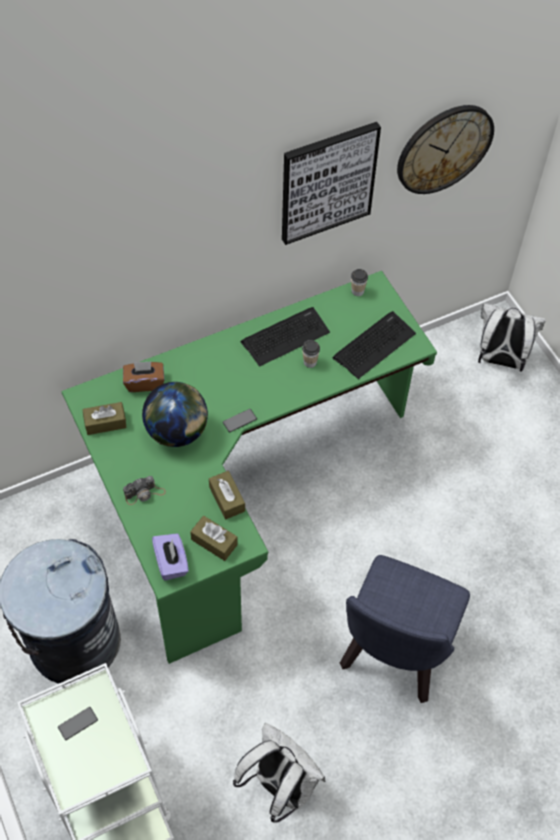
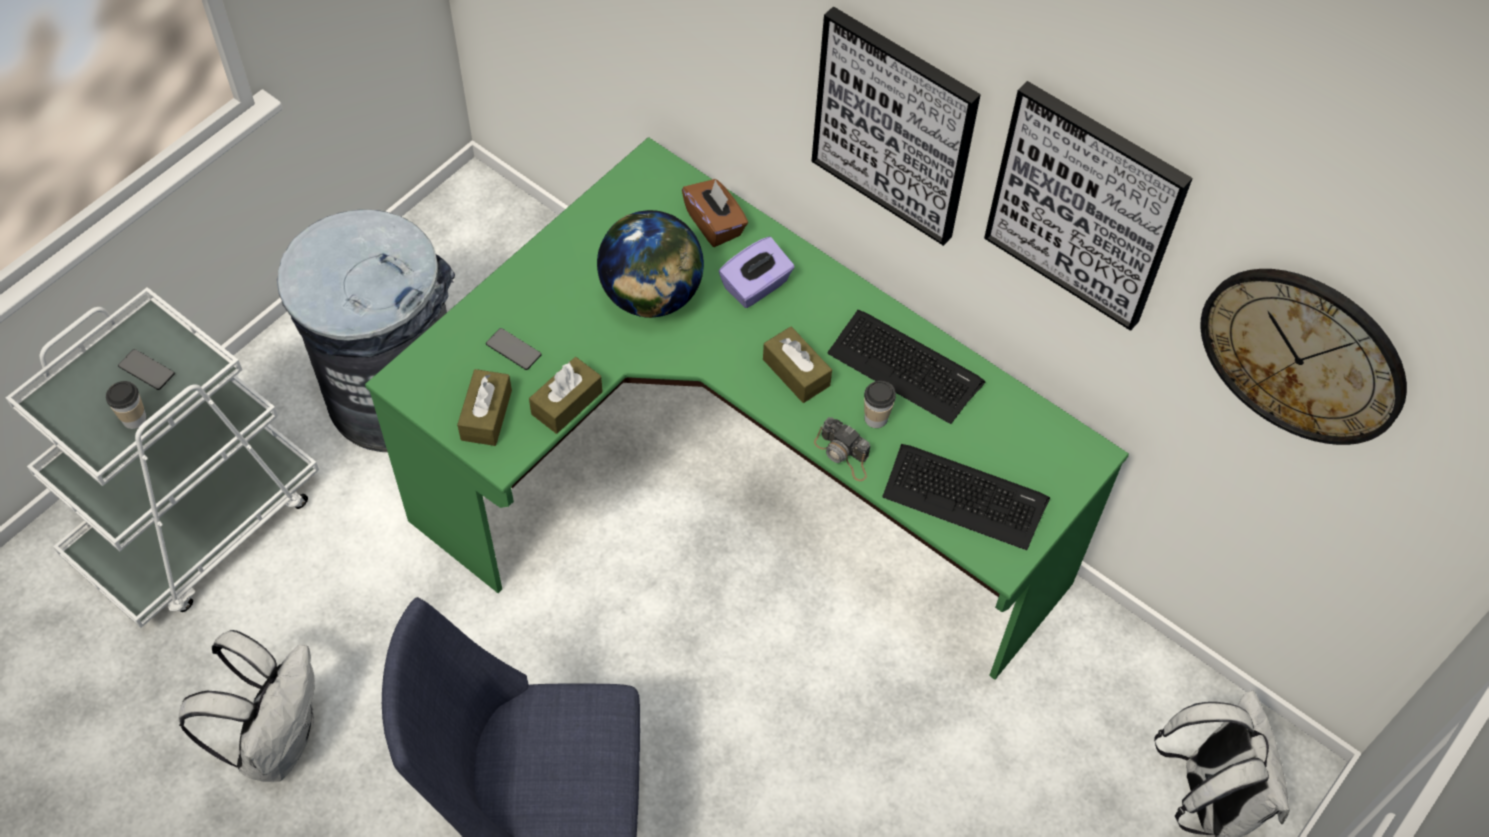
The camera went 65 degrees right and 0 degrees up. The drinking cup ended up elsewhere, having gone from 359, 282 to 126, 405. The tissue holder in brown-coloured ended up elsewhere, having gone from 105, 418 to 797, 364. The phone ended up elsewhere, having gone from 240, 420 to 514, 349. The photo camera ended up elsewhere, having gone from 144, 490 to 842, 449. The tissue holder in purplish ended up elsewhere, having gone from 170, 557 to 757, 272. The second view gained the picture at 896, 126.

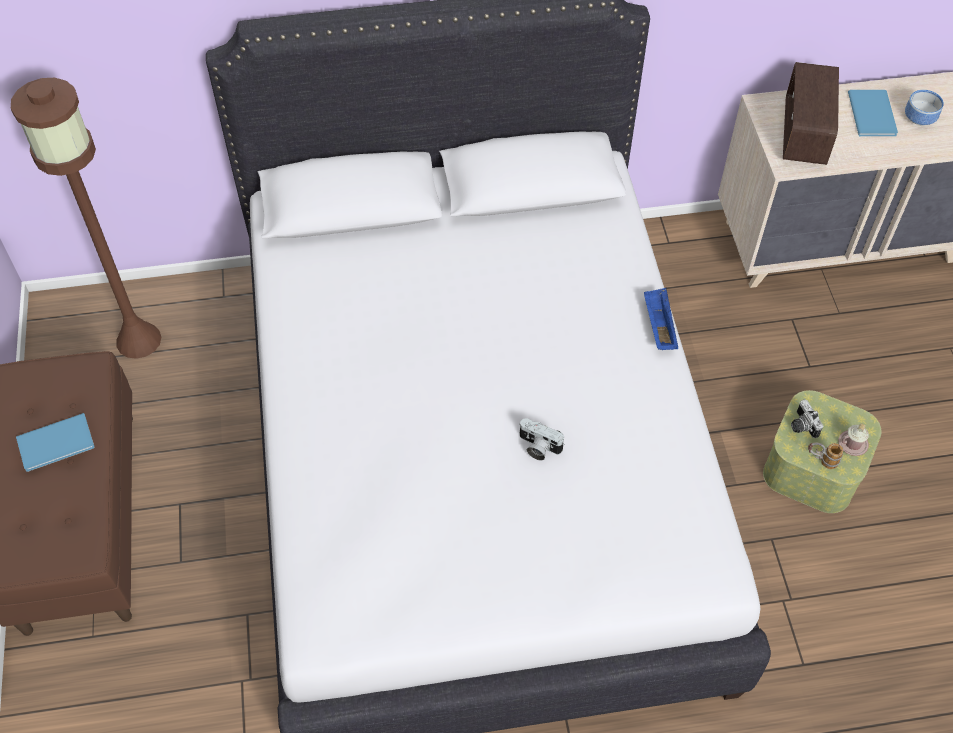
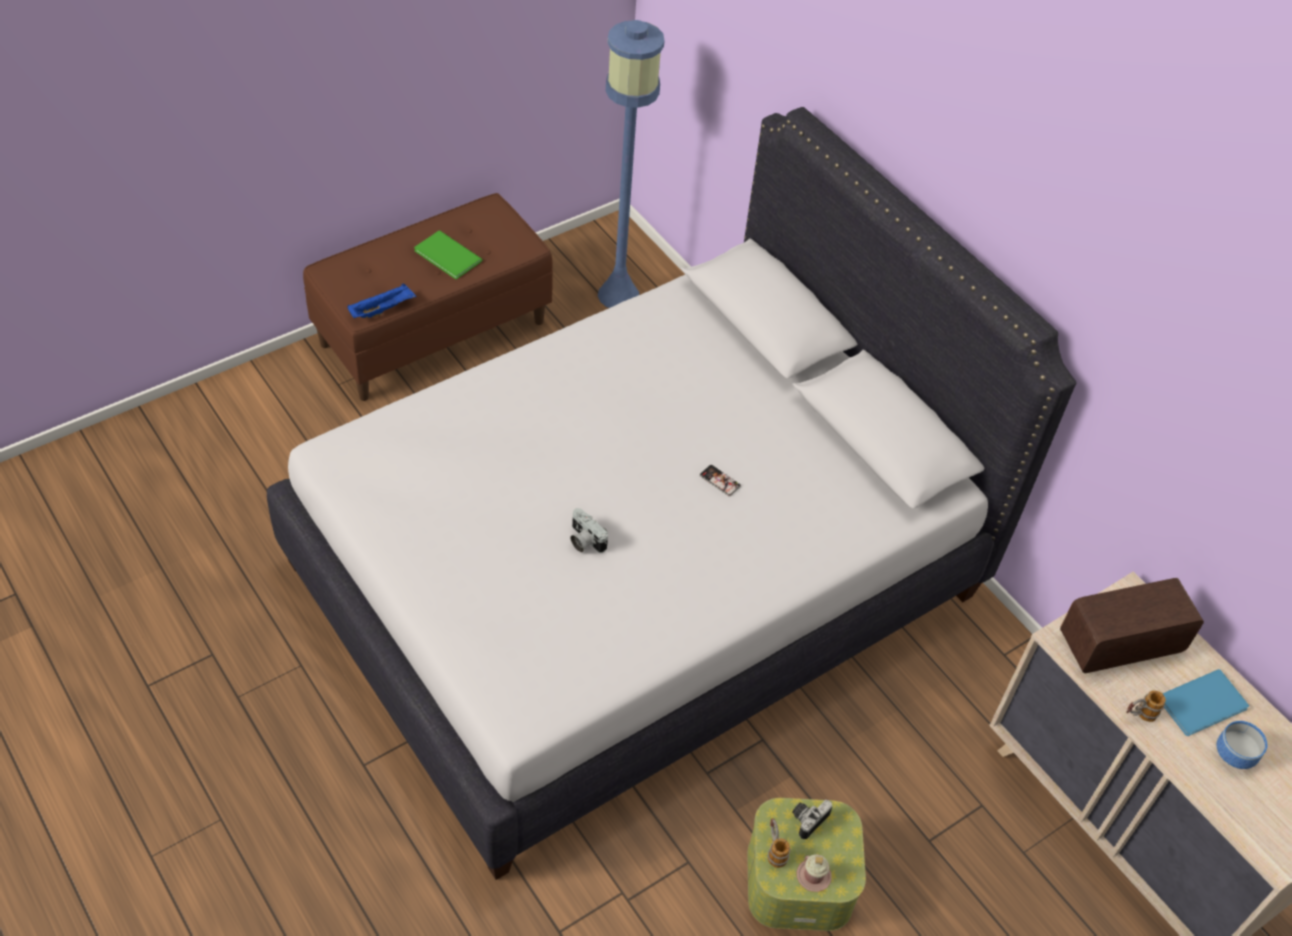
The camera went 60 degrees right and 5 degrees down. What was the floor lamp in brown-coloured at 86, 218 turned into the floor lamp in blue at 631, 164. The carrying tray in blue ended up elsewhere, having gone from 661, 319 to 381, 300. What was the volume in blue at 55, 442 turned into the volume in green-coloured at 448, 254. The photo camera at 542, 439 ended up facing another way, 45 degrees counterclockwise from before. The second view gained the phone at 720, 480. The second view gained the coffee mug at 1146, 706.

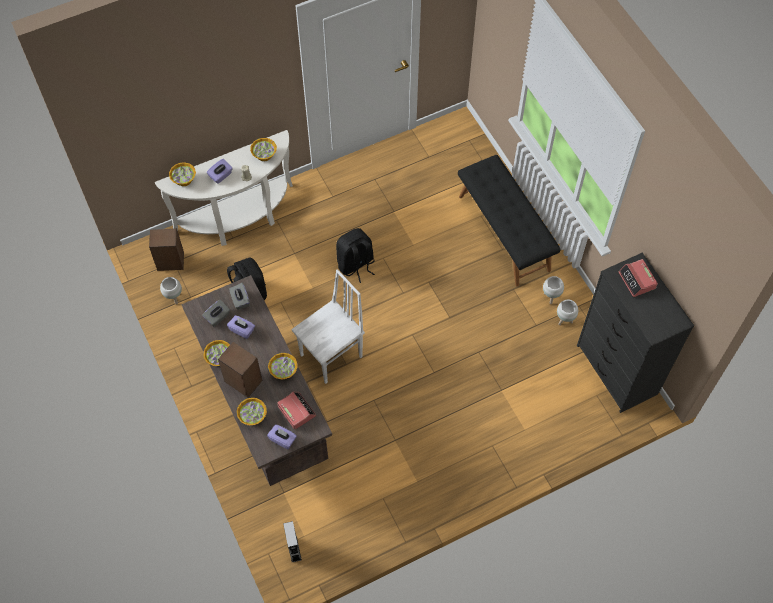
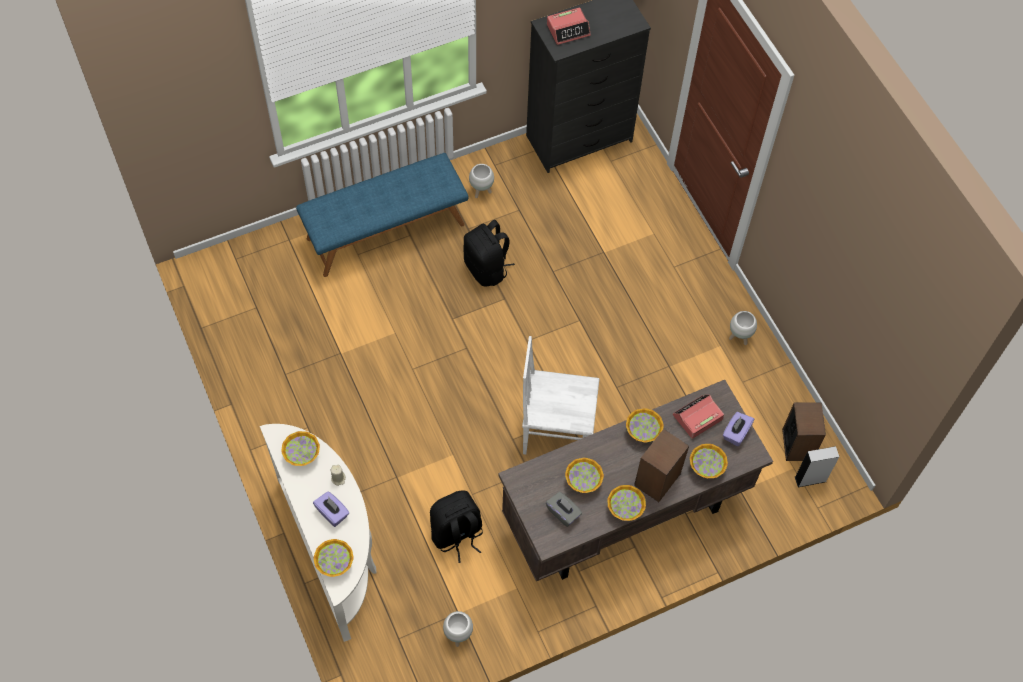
The camera went 90 degrees left and 0 degrees up. What was the indoor bench in black at 509, 220 turned into the indoor bench in blue at 382, 215. The backpack in black ended up elsewhere, having gone from 355, 255 to 489, 253. The speaker ended up elsewhere, having gone from 166, 250 to 804, 431. The upright chair in white at 328, 326 ended up facing another way, 45 degrees counterclockwise from before. The second view lost the tissue holder in grey at 240, 296. The plant pot in white ended up elsewhere, having gone from 567, 312 to 743, 328. Where the tissue holder in purplish stood at 241, 327, the serving bowl came to stand at 584, 475.

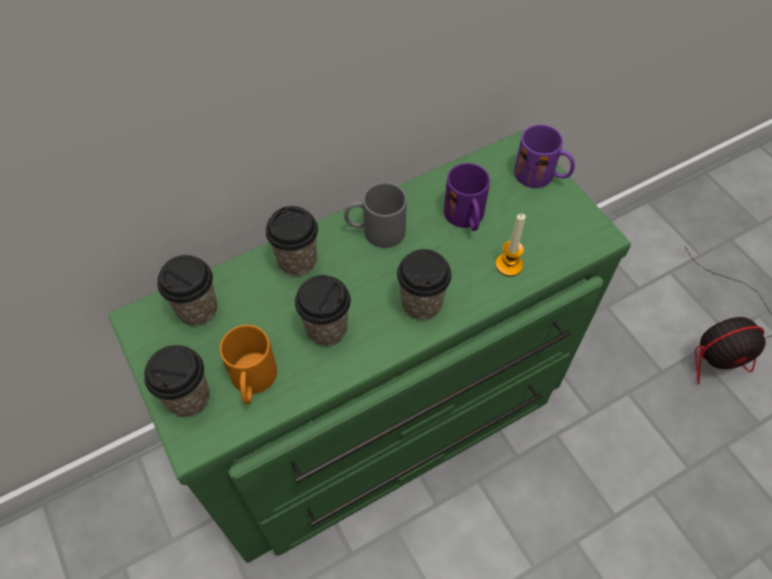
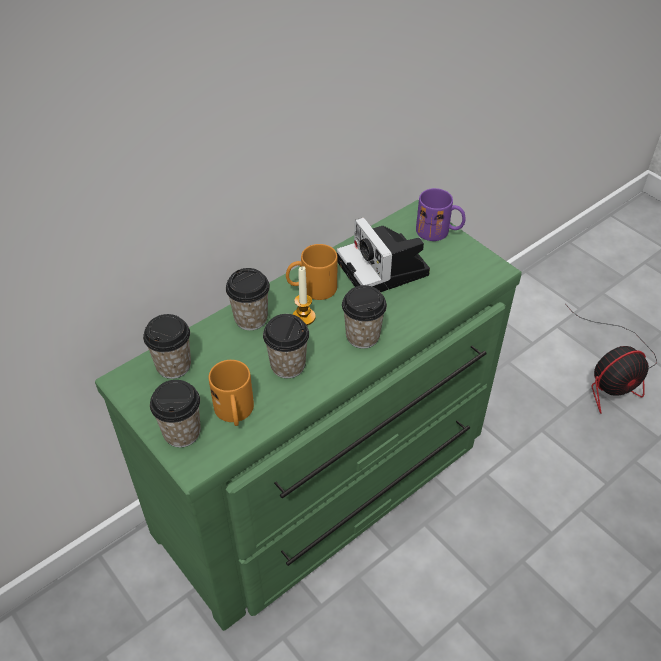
The camera went 10 degrees left and 10 degrees down. Where the coffee mug in purplish stood at 467, 197, the photo camera came to stand at 383, 254. What was the coffee mug in grey at 375, 215 turned into the coffee mug in orange-coloured at 311, 272. The wax candle ended up elsewhere, having gone from 510, 245 to 304, 295.

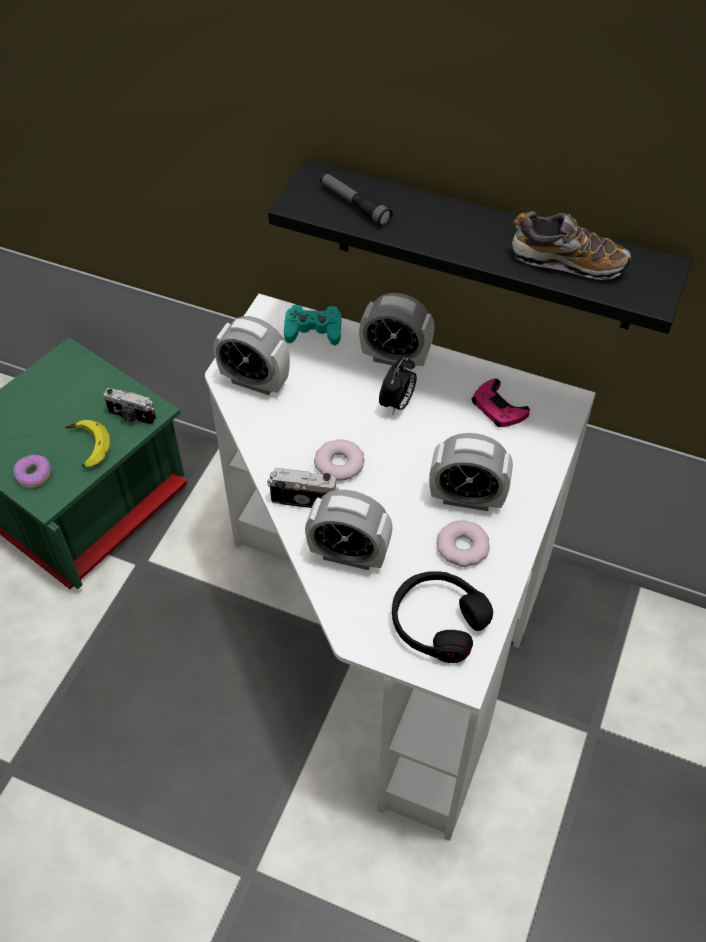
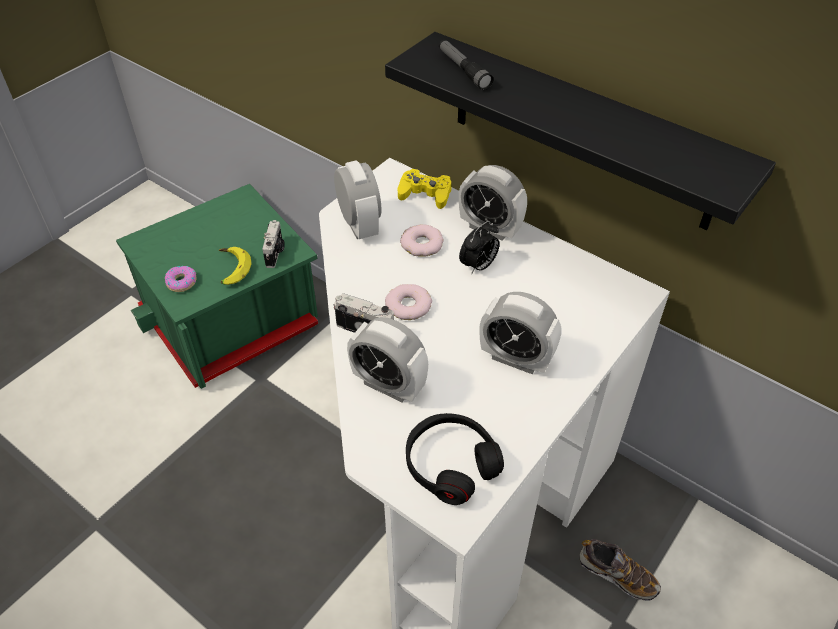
The camera went 15 degrees right and 5 degrees down. The low shoe ended up elsewhere, having gone from 571, 245 to 620, 570. What was the game controller in turquoise at 313, 325 turned into the game controller in yellowish at 424, 188. The bedside clock at 252, 355 ended up facing another way, 150 degrees counterclockwise from before. The second view lost the game controller in pink-coloured at 501, 402. The photo camera at 130, 407 ended up facing another way, 120 degrees counterclockwise from before. The ring doughnut ended up elsewhere, having gone from 463, 543 to 422, 240.

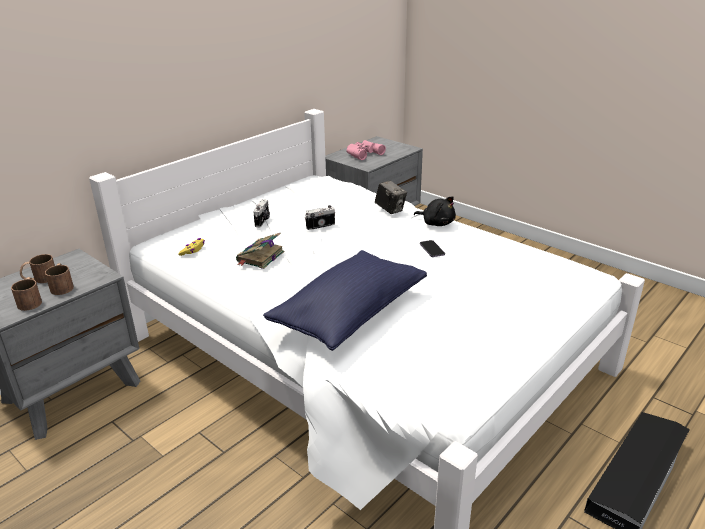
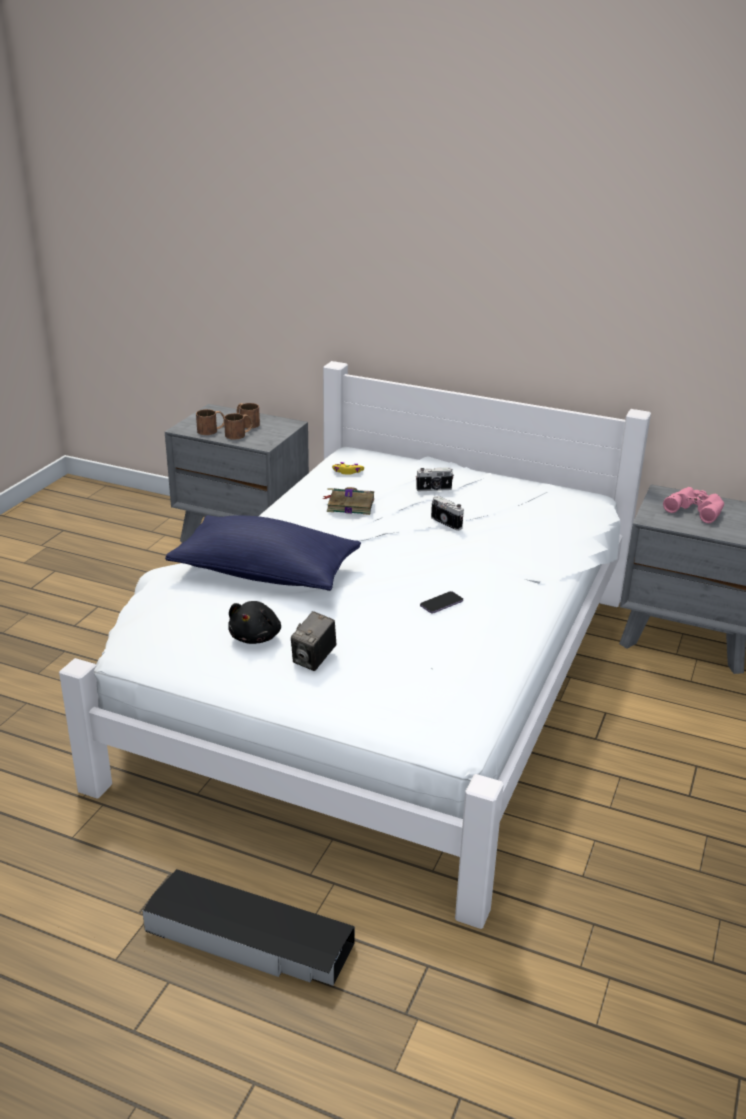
The camera went 70 degrees right and 0 degrees up. The photo camera ended up elsewhere, having gone from 391, 197 to 313, 641. The cuddly toy in black ended up elsewhere, having gone from 435, 211 to 254, 622.

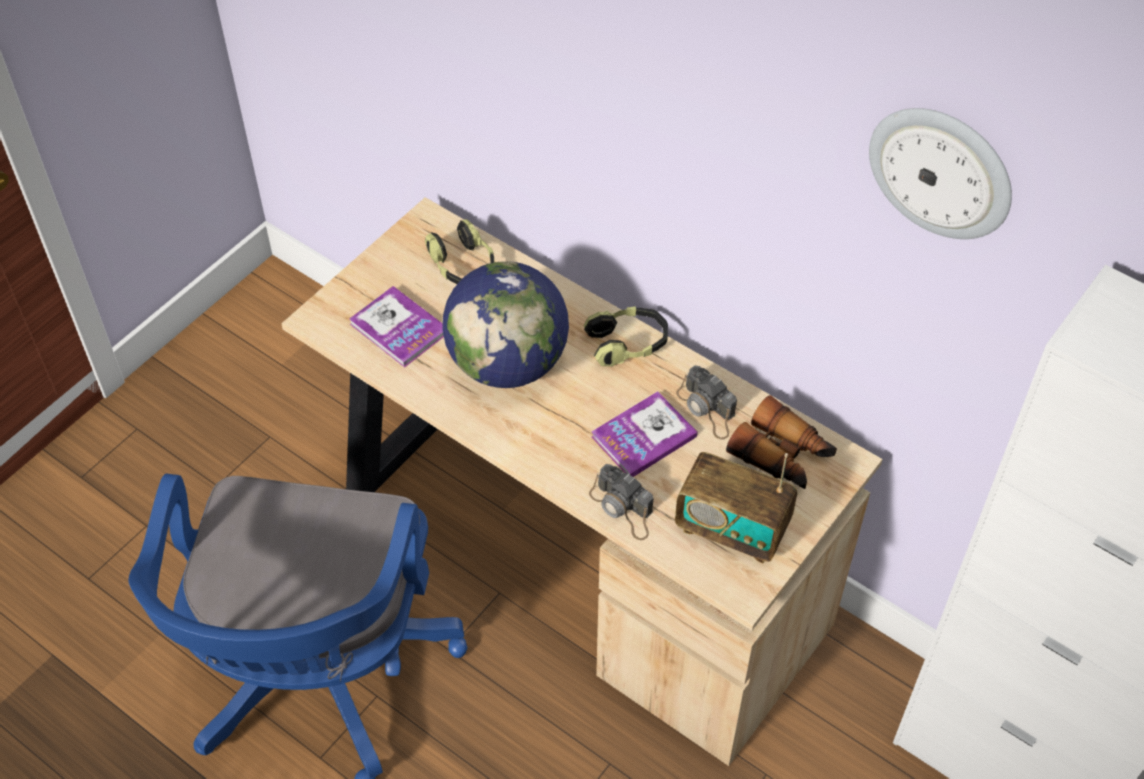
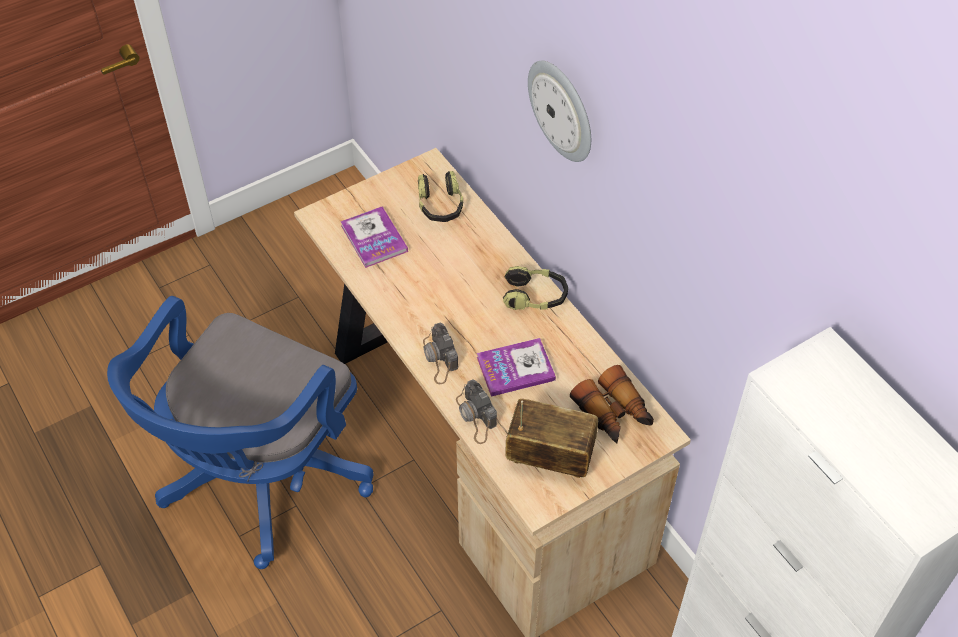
The camera went 20 degrees right and 0 degrees up. The wall clock ended up elsewhere, having gone from 940, 173 to 559, 111. The second view lost the desk globe at 506, 324. The photo camera ended up elsewhere, having gone from 706, 402 to 440, 354. The radio at 736, 507 ended up facing another way, 150 degrees clockwise from before.

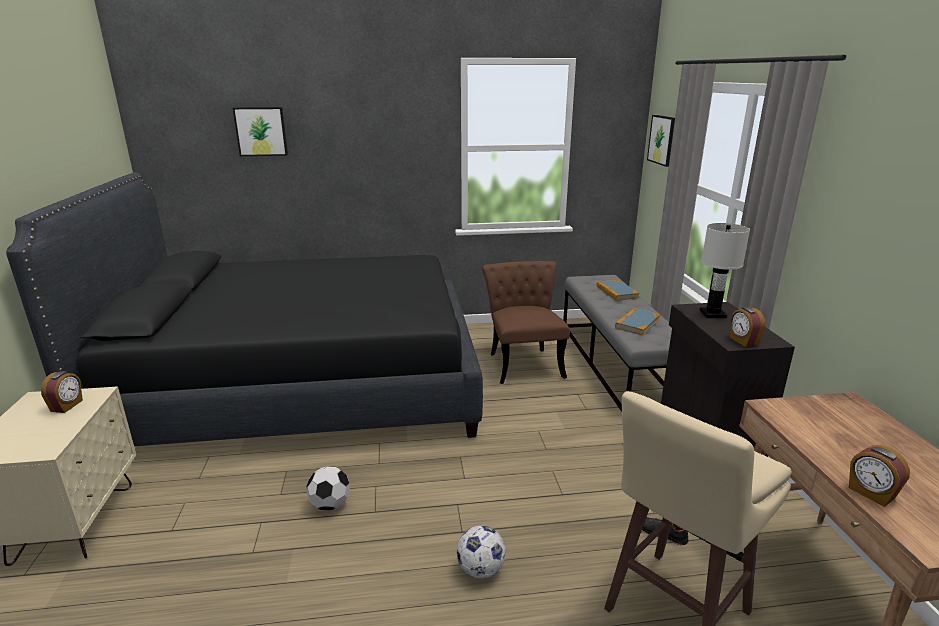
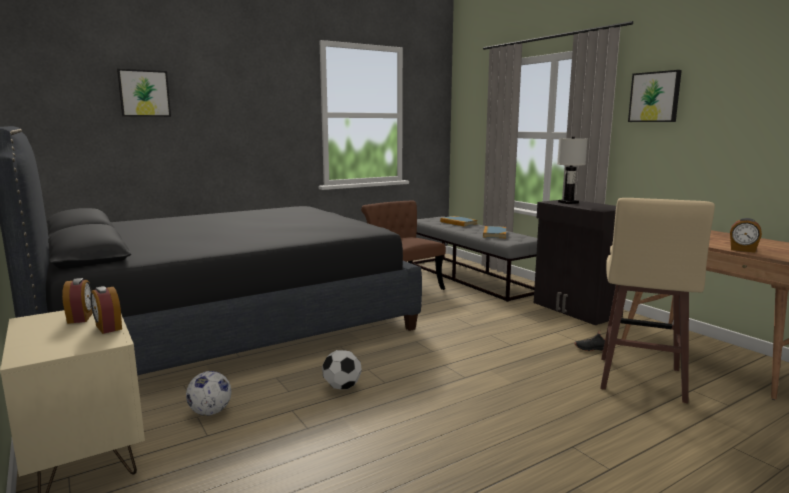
The camera went 25 degrees left and 10 degrees down. The picture ended up elsewhere, having gone from 661, 141 to 655, 96. The bedside clock ended up elsewhere, having gone from 747, 327 to 106, 310. The football ended up elsewhere, having gone from 481, 552 to 208, 393.

